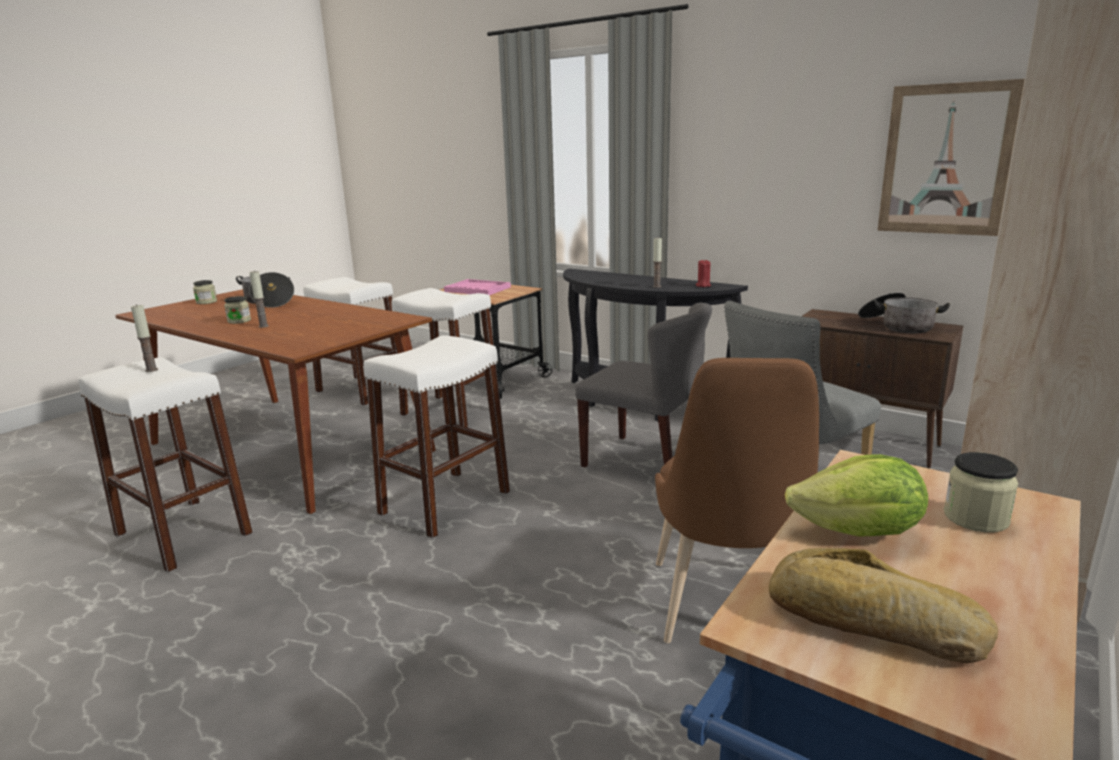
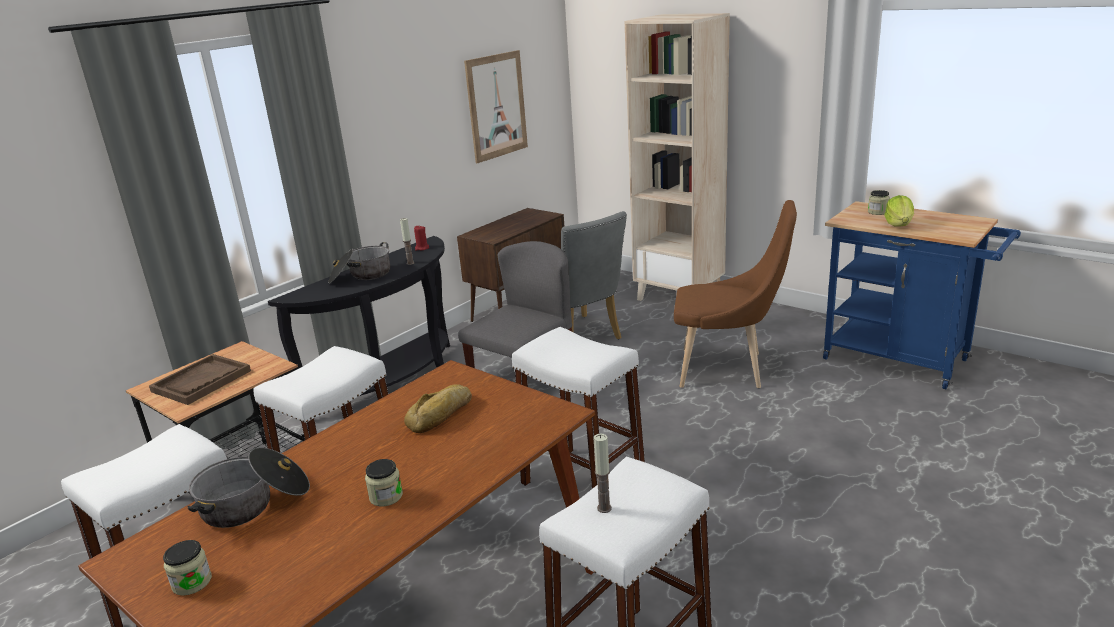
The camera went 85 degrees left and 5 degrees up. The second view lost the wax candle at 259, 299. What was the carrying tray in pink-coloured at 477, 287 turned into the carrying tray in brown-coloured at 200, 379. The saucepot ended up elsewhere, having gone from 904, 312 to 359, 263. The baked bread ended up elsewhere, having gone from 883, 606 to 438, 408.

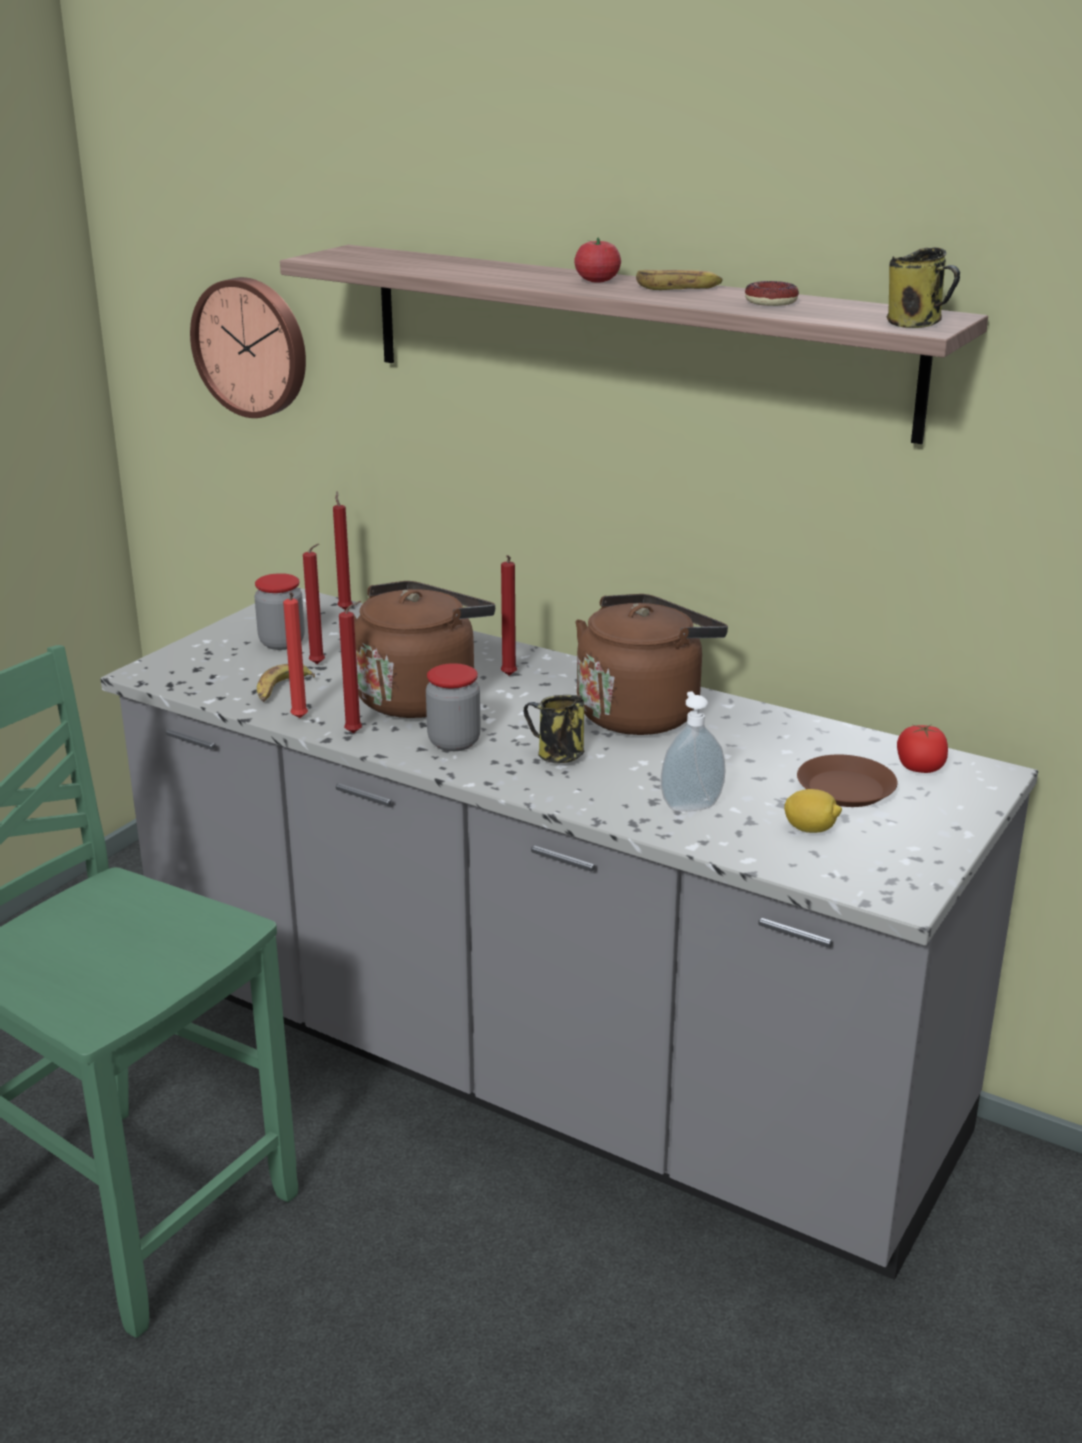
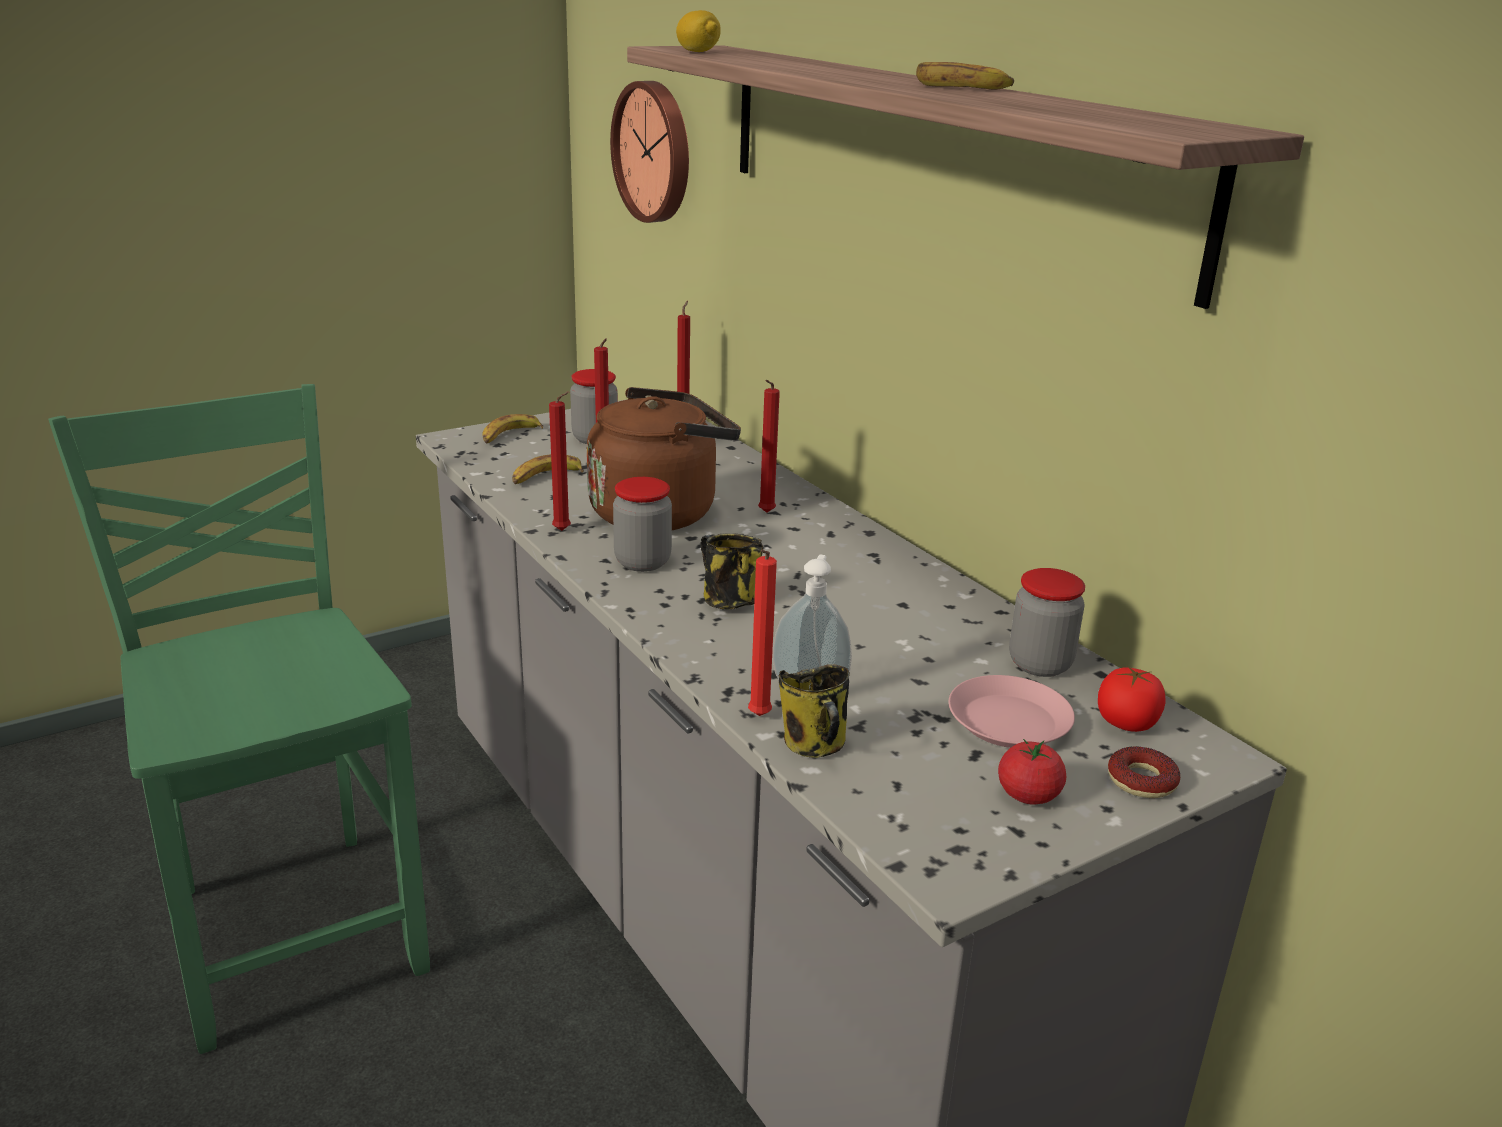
The camera went 25 degrees right and 0 degrees up. The tomato ended up elsewhere, having gone from 597, 260 to 1032, 771. The coffee mug ended up elsewhere, having gone from 923, 288 to 814, 711. The ring doughnut ended up elsewhere, having gone from 772, 293 to 1144, 772. The wax candle in red-coloured ended up elsewhere, having gone from 295, 655 to 762, 633. The second view lost the kettle in brown-coloured at 651, 664. What was the dinner plate in brown-coloured at 847, 781 turned into the dinner plate in pink-coloured at 1012, 711. The whole lemon ended up elsewhere, having gone from 813, 811 to 698, 31. The second view gained the banana at 512, 429. The second view gained the storage jar at 1047, 622.

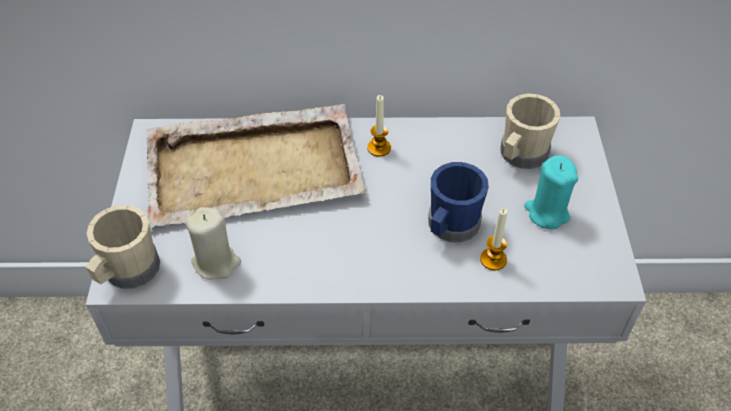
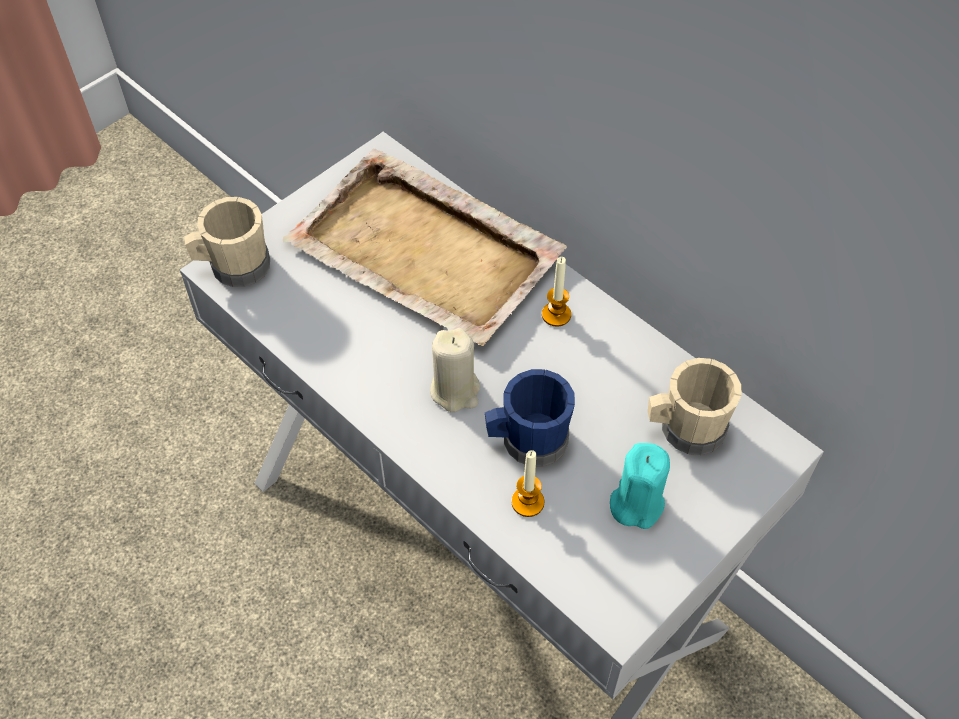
The camera went 45 degrees right and 5 degrees up. The wax candle in beige-coloured ended up elsewhere, having gone from 213, 243 to 455, 370.

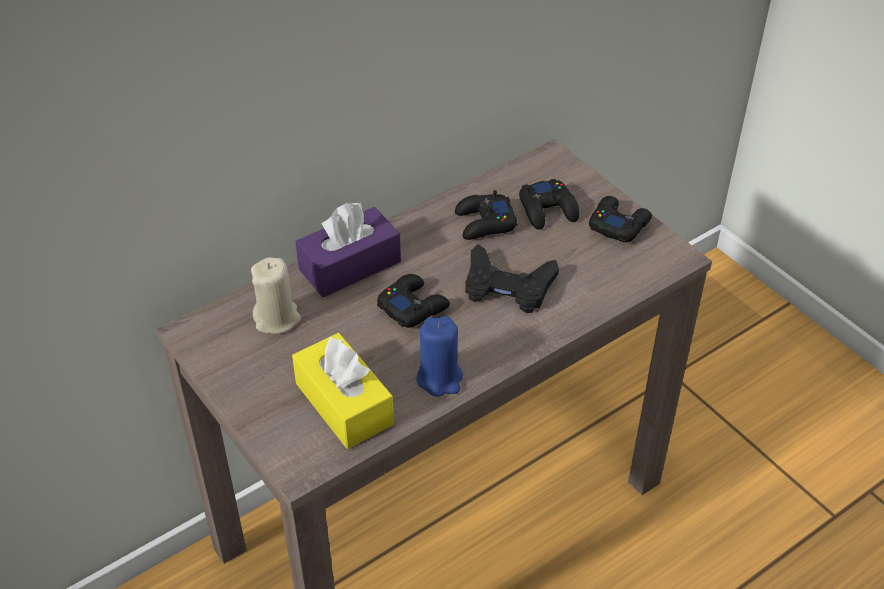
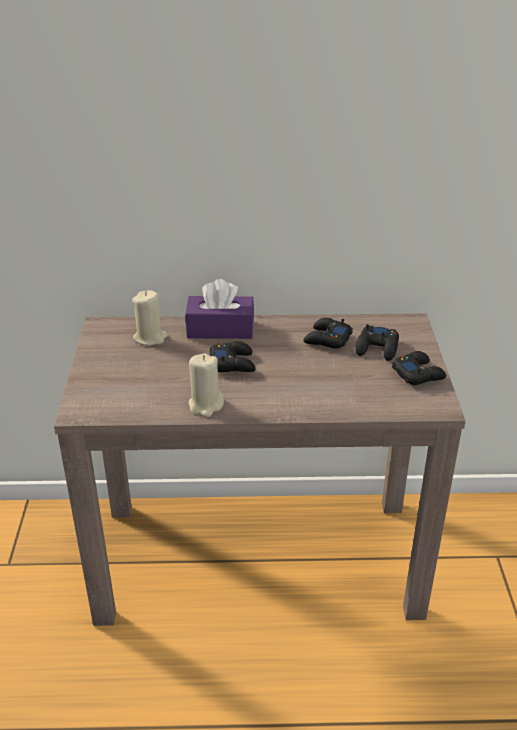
The camera went 35 degrees right and 10 degrees down. The second view lost the game controller in black at 512, 278. What was the wax candle in blue at 440, 356 turned into the wax candle in beige-coloured at 206, 385. The second view lost the tissue holder in yellowish at 343, 391.

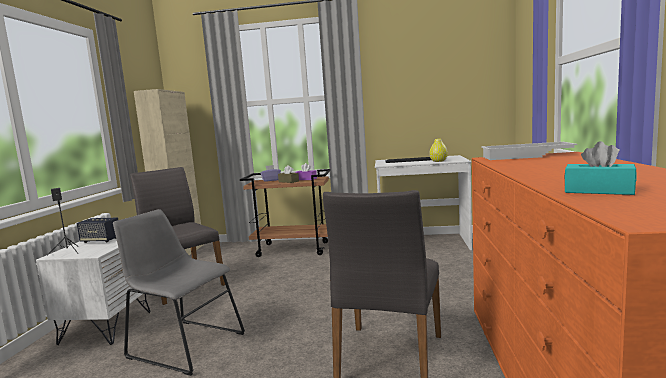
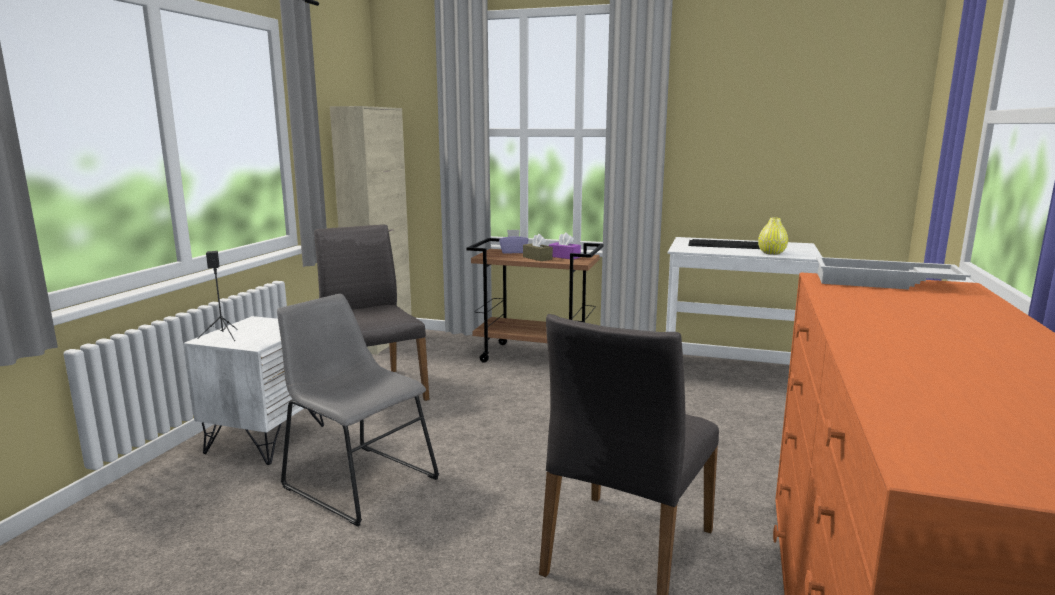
The camera went 10 degrees right and 5 degrees up. The second view lost the tissue holder in turquoise at 600, 168. The second view lost the speaker at 97, 230.

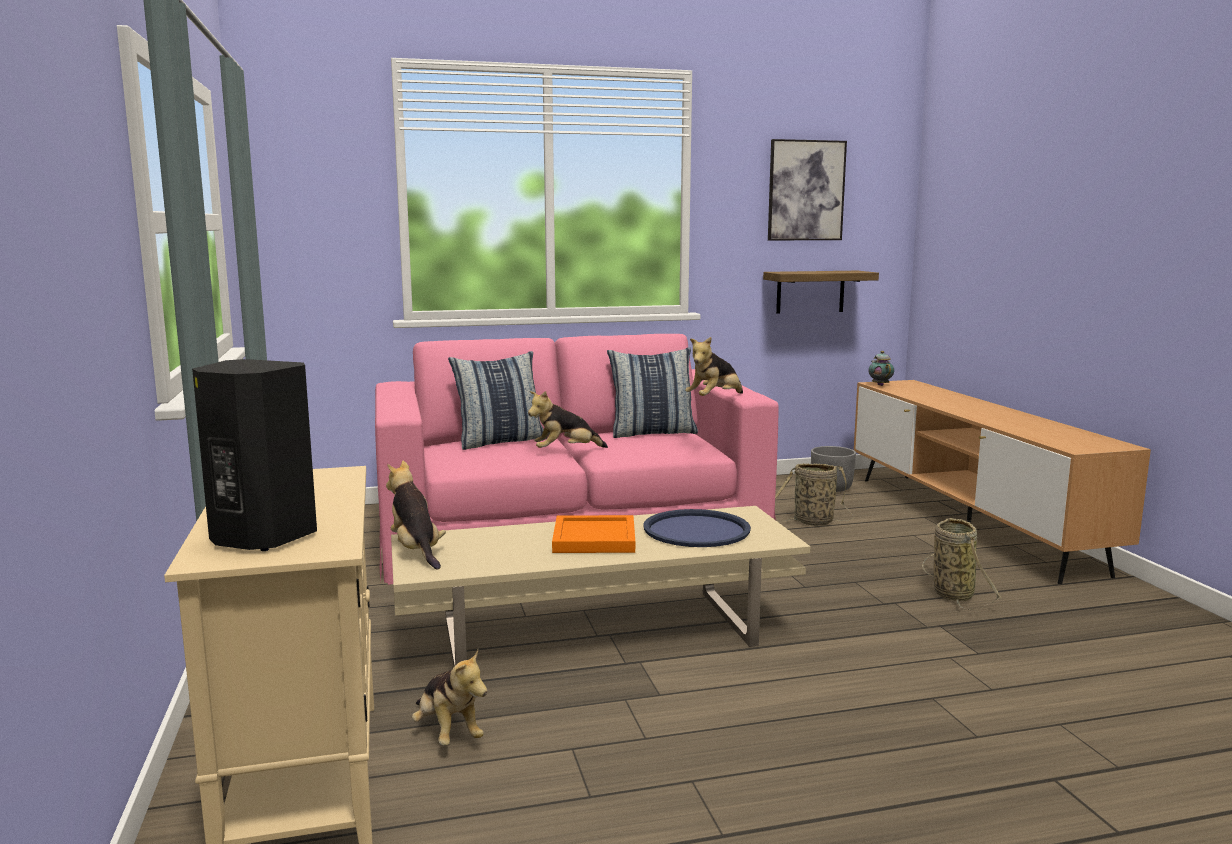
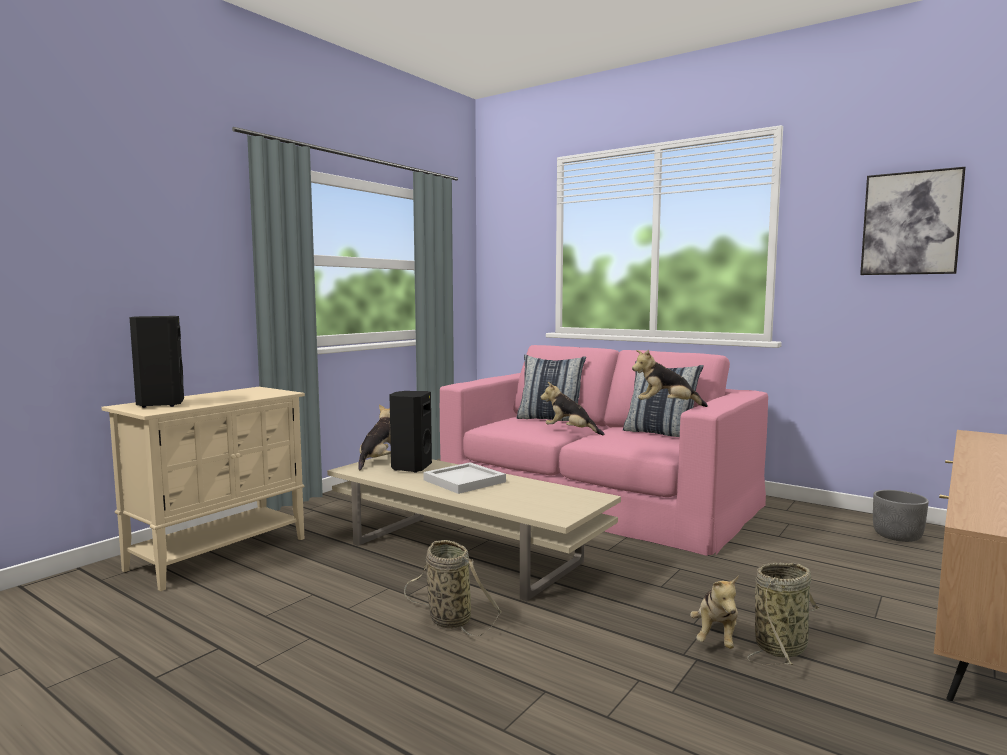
The camera went 50 degrees right and 5 degrees down. The second view lost the wall shelf at 821, 292. The second view lost the pot for tea at 881, 368. The storage basket ended up elsewhere, having gone from 814, 494 to 453, 588. The second view lost the carrying tray in blue at 697, 528. What was the carrying tray in orange-coloured at 593, 534 turned into the carrying tray in white at 464, 478. The cuddly toy ended up elsewhere, having gone from 449, 697 to 714, 612. The second view gained the speaker in black at 410, 432.

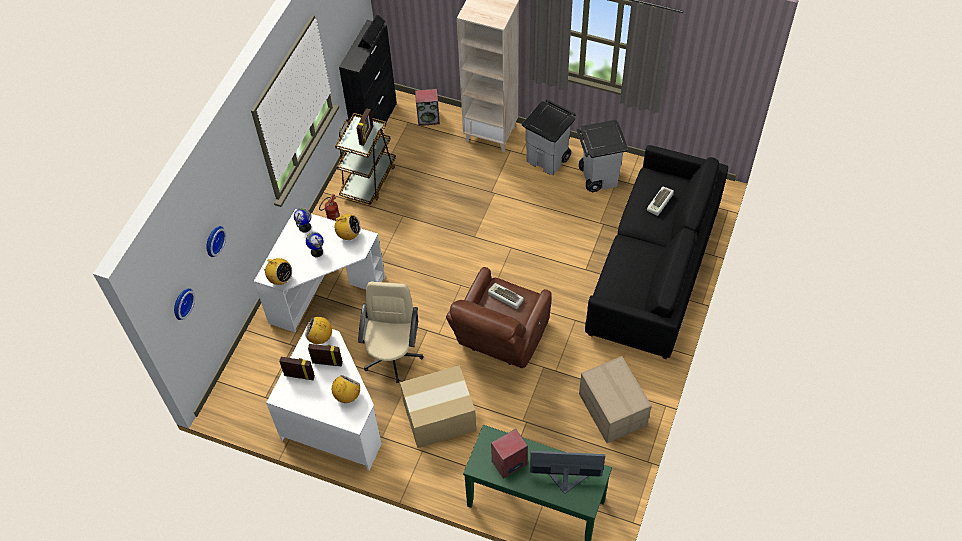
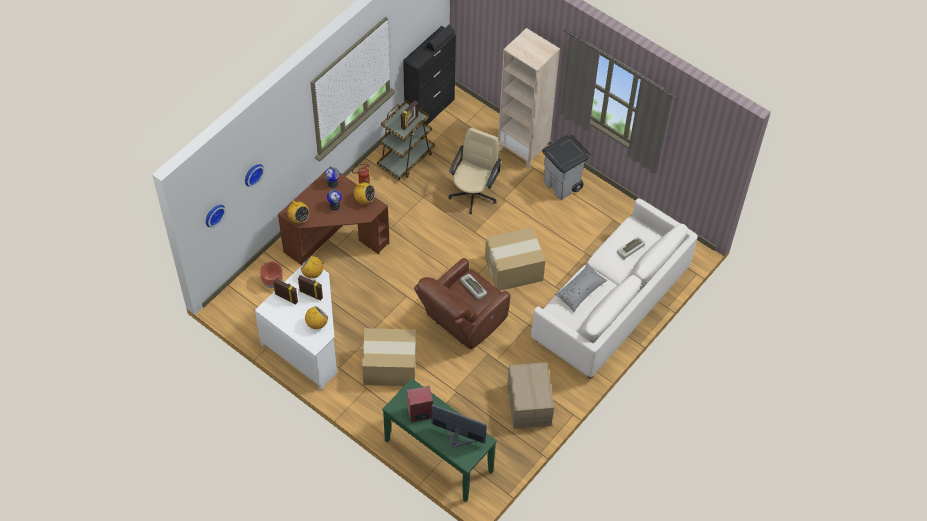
The camera went 15 degrees right and 0 degrees up. The second view lost the speaker at 427, 107. The second view lost the trash can in grey at 602, 156. What was the sofa in black at 656, 252 turned into the sofa in white at 614, 288. What was the desk table in white at 319, 270 turned into the desk table in brown-coloured at 333, 215. The computer chair in beige-coloured ended up elsewhere, having gone from 391, 332 to 475, 171. The second view gained the cardboard box at 515, 259. The second view gained the plant pot in brown-coloured at 271, 275. The second view gained the pillow in grey at 581, 287.

